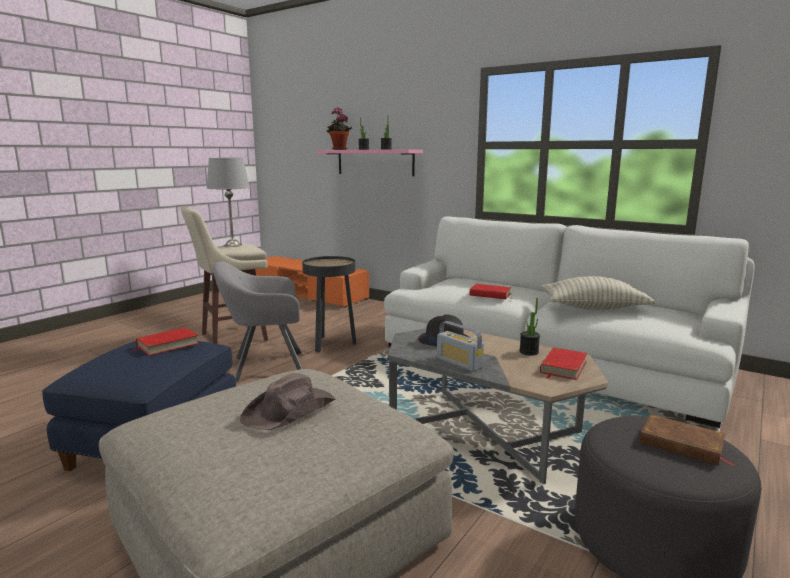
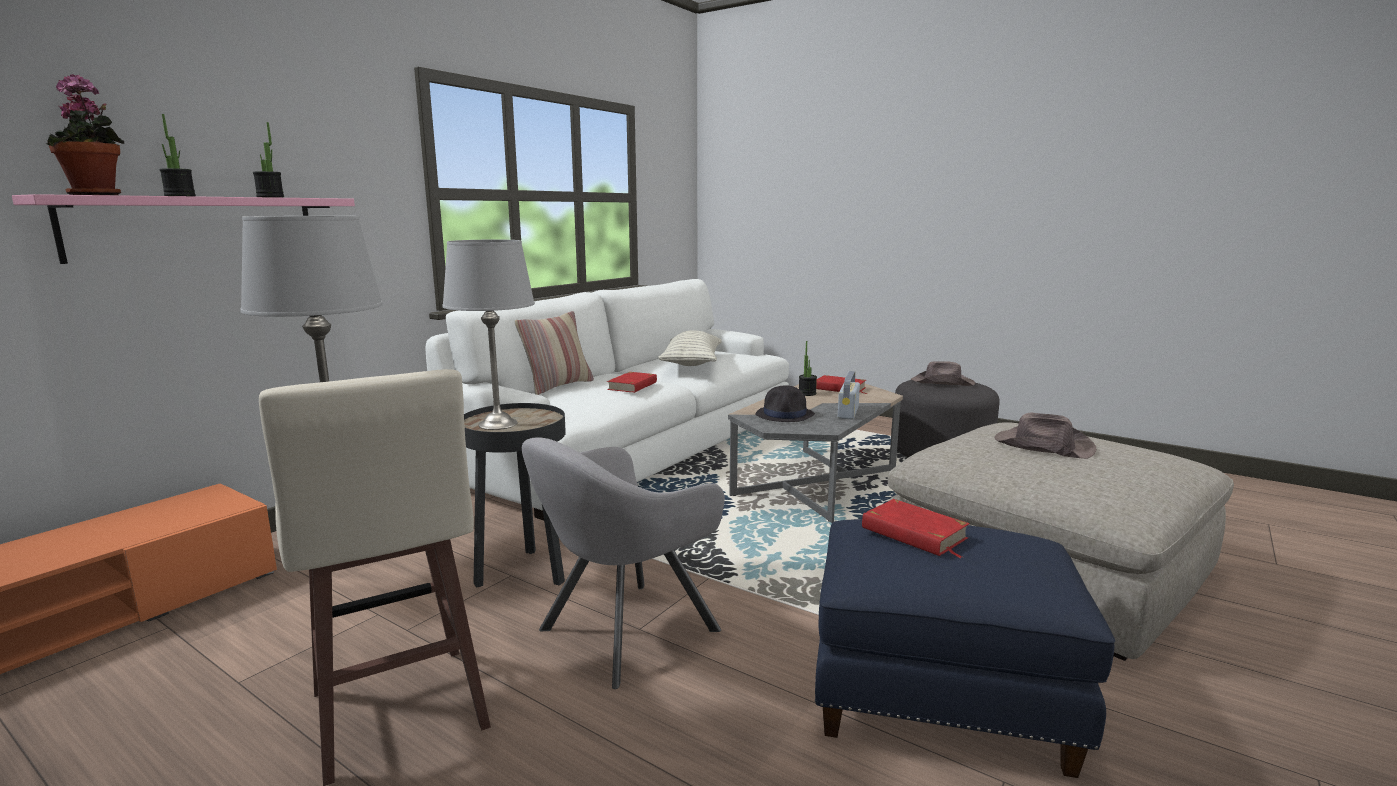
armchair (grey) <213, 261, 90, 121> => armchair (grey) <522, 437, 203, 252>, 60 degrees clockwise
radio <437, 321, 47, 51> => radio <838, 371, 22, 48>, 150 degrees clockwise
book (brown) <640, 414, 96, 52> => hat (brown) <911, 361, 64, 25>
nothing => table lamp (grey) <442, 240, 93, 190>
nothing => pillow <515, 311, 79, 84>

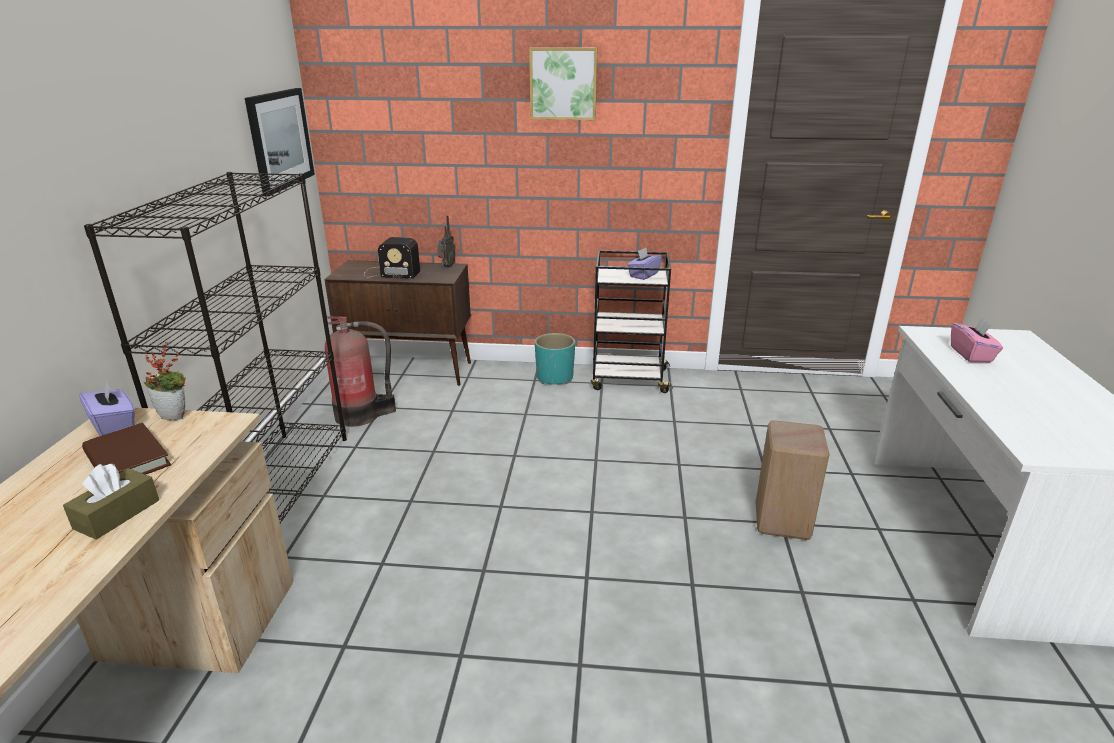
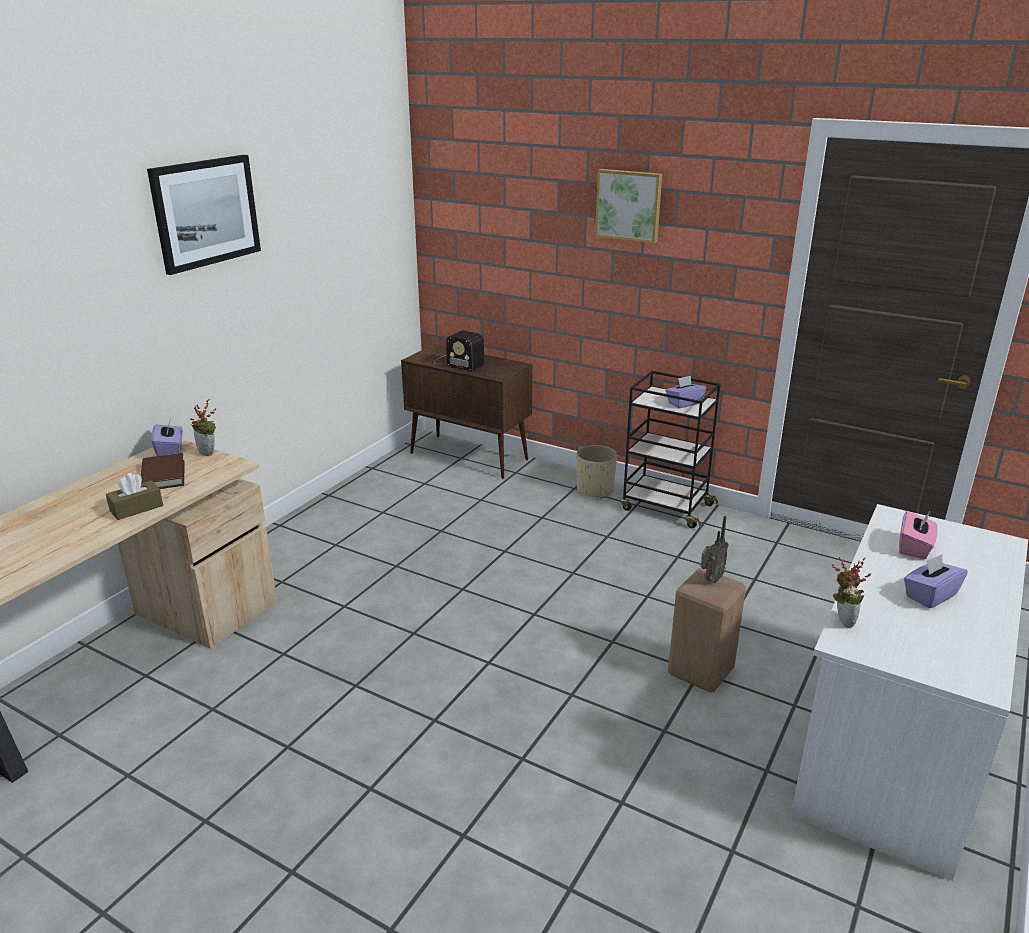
picture <245, 88, 70, 108> => picture <147, 155, 114, 120>, moved
bookcase (black) <84, 172, 263, 351> => nothing
radio <437, 215, 18, 53> => radio <701, 516, 27, 67>, moved
fire extinguisher <325, 316, 71, 111> => nothing
planter (turquoise) <535, 333, 40, 52> => planter (beige) <576, 445, 41, 54>
nothing => tissue box (purple) <904, 554, 63, 54>
nothing => potted plant <832, 557, 39, 71>

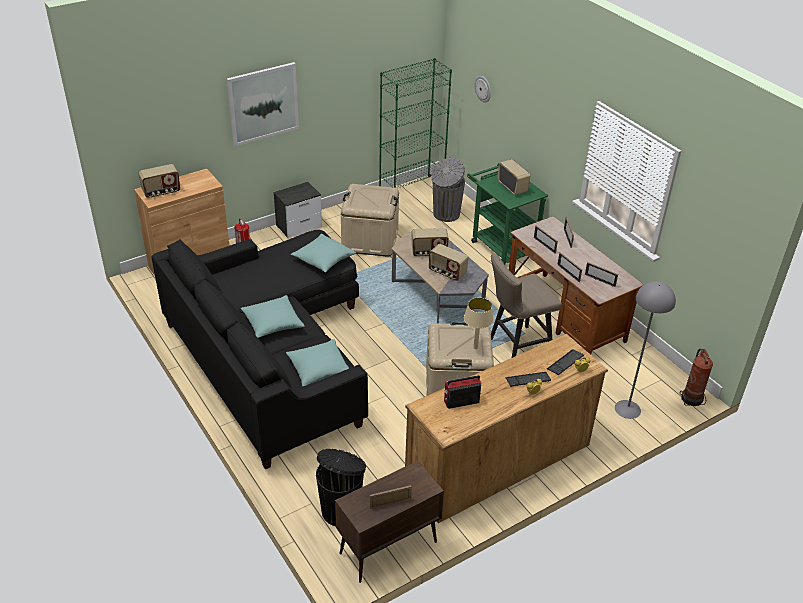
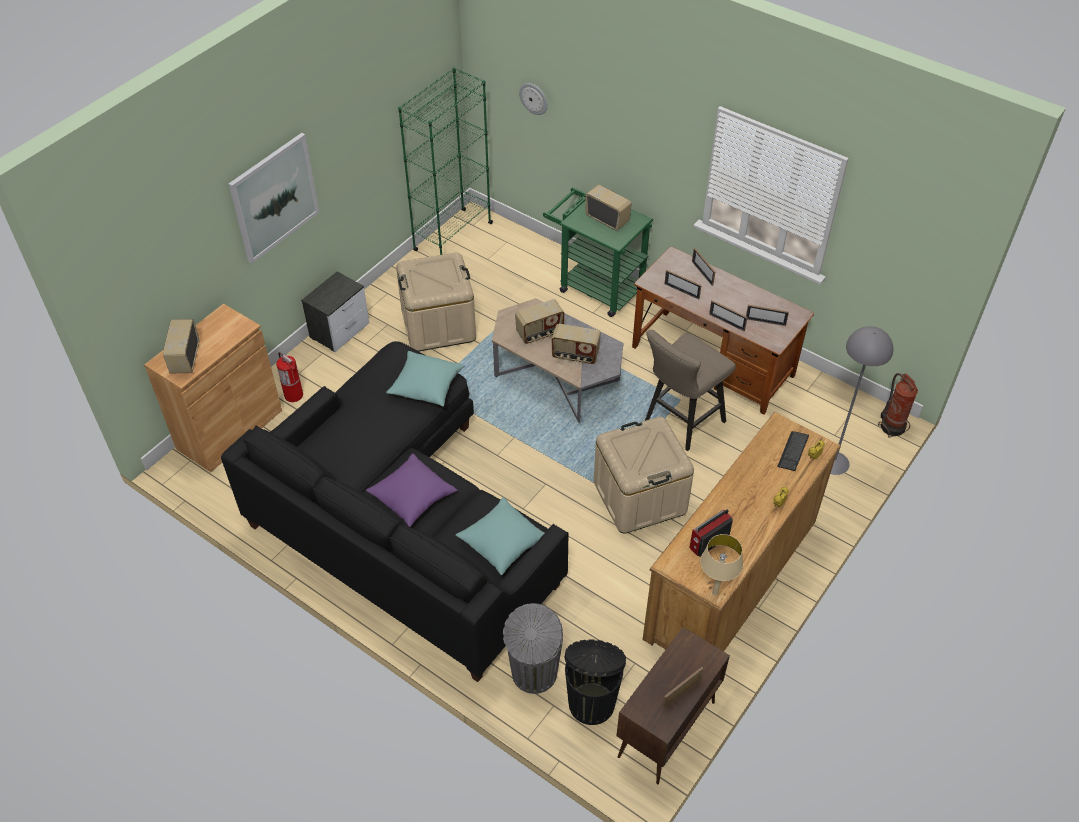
trash can (grey) <431, 158, 34, 64> => trash can (grey) <503, 603, 60, 91>, moved
radio <139, 164, 41, 34> => radio <163, 319, 36, 54>, 135 degrees clockwise
pillow (turquoise) <241, 295, 64, 43> => pillow (purple) <366, 454, 91, 73>
table lamp (beige) <464, 298, 30, 51> => table lamp (beige) <700, 534, 43, 62>, moved
keyboard <505, 372, 46, 15> => nothing

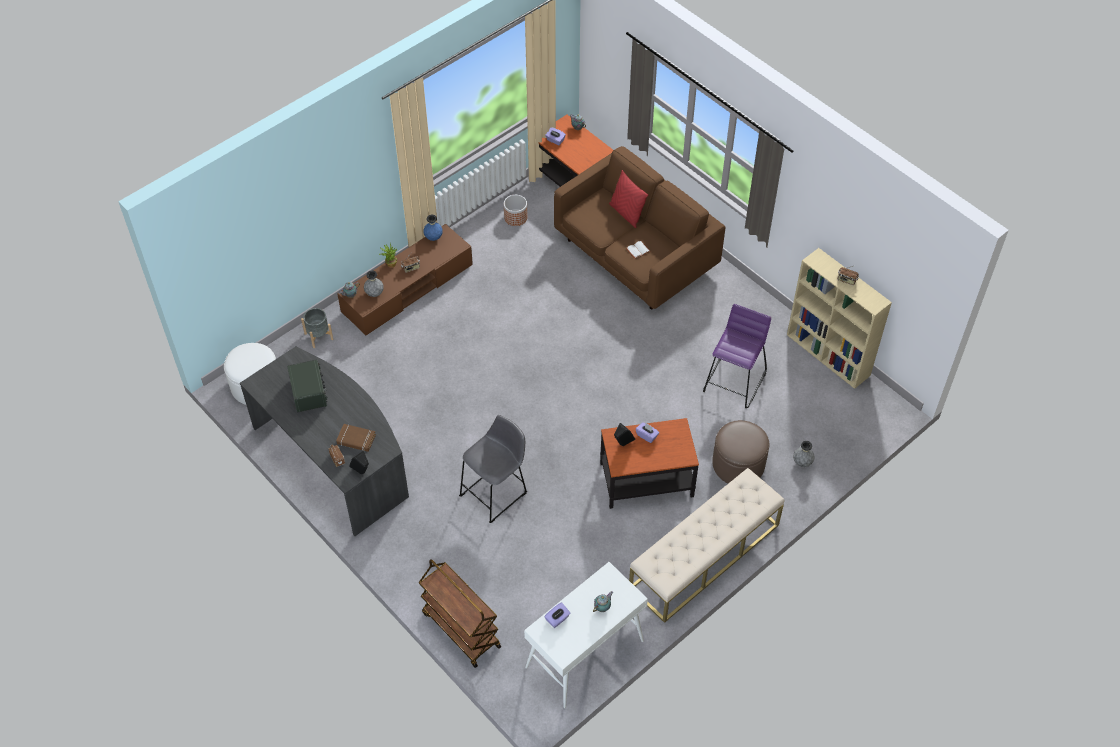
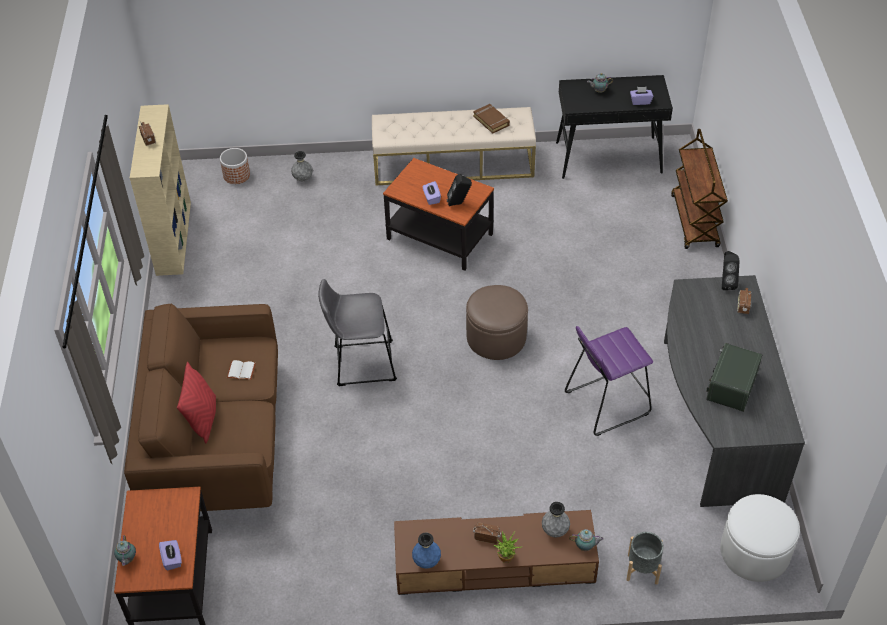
planter <504, 195, 24, 31> => planter <220, 148, 30, 36>, moved
stool (purple) <703, 304, 68, 104> => stool (purple) <565, 326, 88, 110>, moved
stool (grey) <459, 415, 68, 108> => stool (grey) <318, 279, 79, 107>, moved
ottoman (brown) <712, 420, 57, 64> => ottoman (brown) <466, 285, 62, 75>, moved
book (brown) <336, 424, 40, 28> => book (brown) <473, 104, 37, 29>, moved
console table (white) <524, 562, 124, 146> => console table (black) <556, 75, 117, 104>

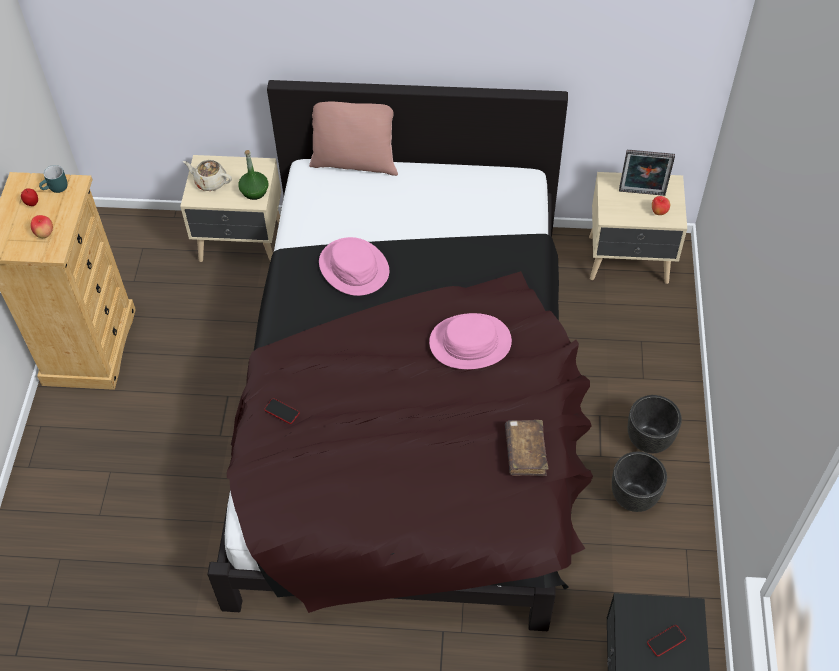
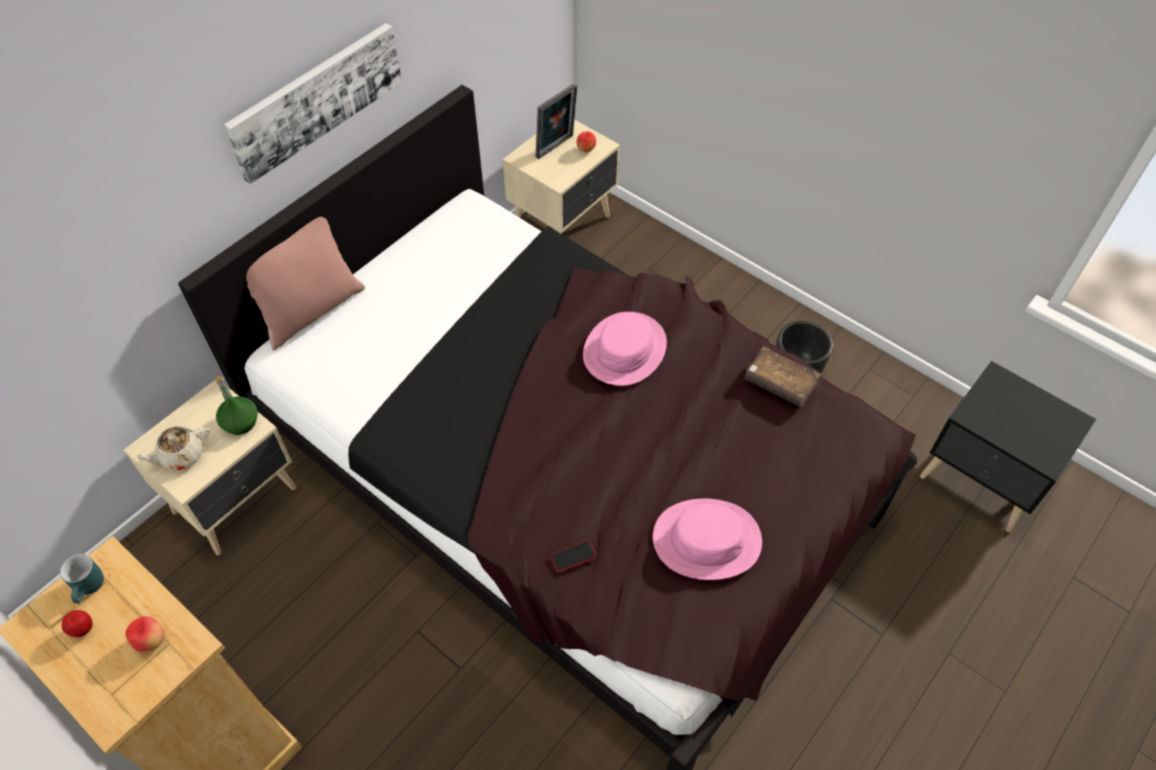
hat (pink) <319, 237, 70, 59> => hat (pink) <653, 499, 109, 81>, moved
planter (black) <628, 395, 54, 58> => nothing
phone <647, 625, 39, 32> => nothing
nothing => picture <224, 23, 178, 161>

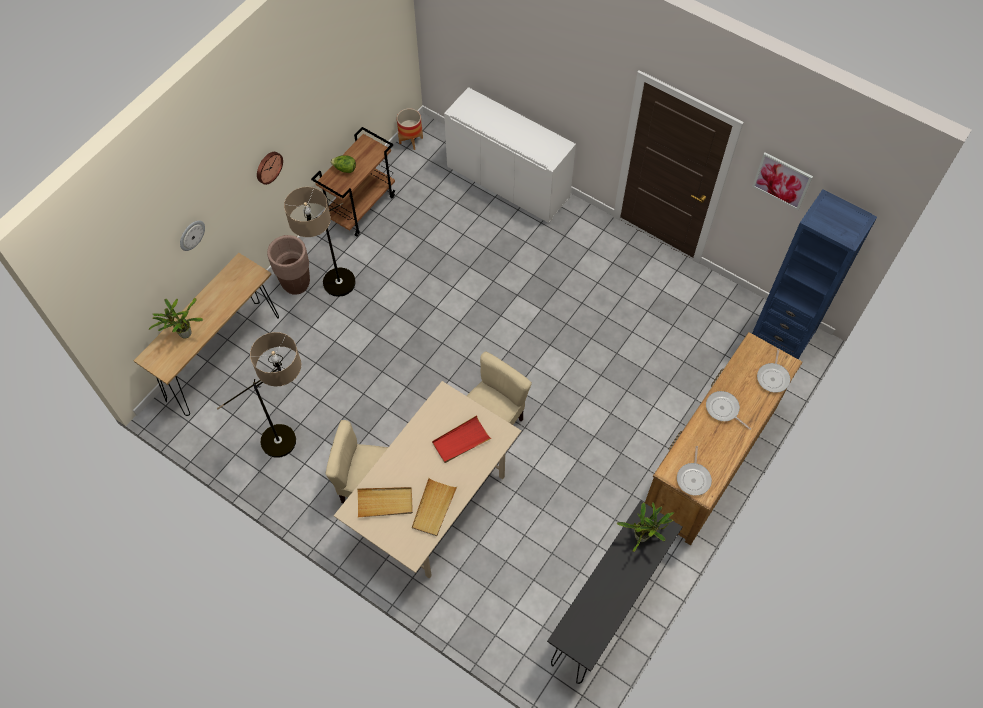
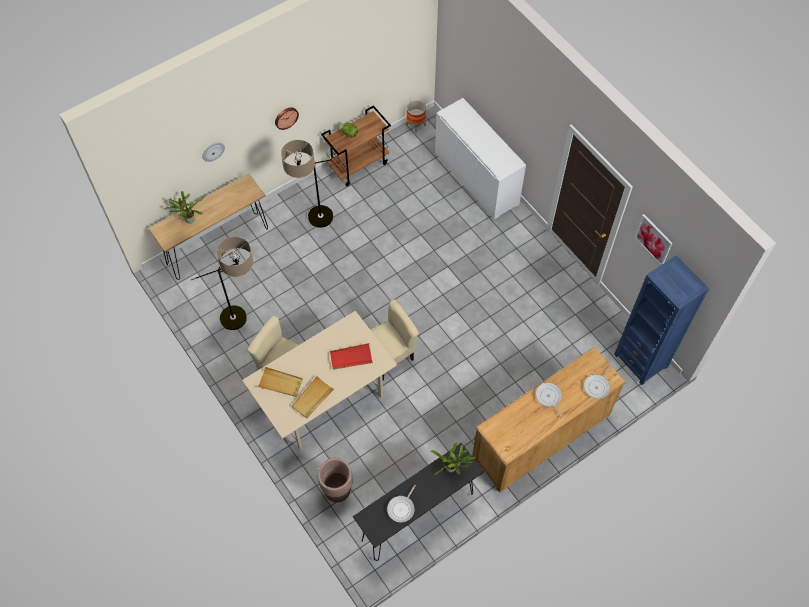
planter (brown) <267, 235, 43, 60> => planter (brown) <317, 458, 36, 45>, moved
frying pan <677, 446, 35, 50> => frying pan <387, 485, 29, 38>, moved

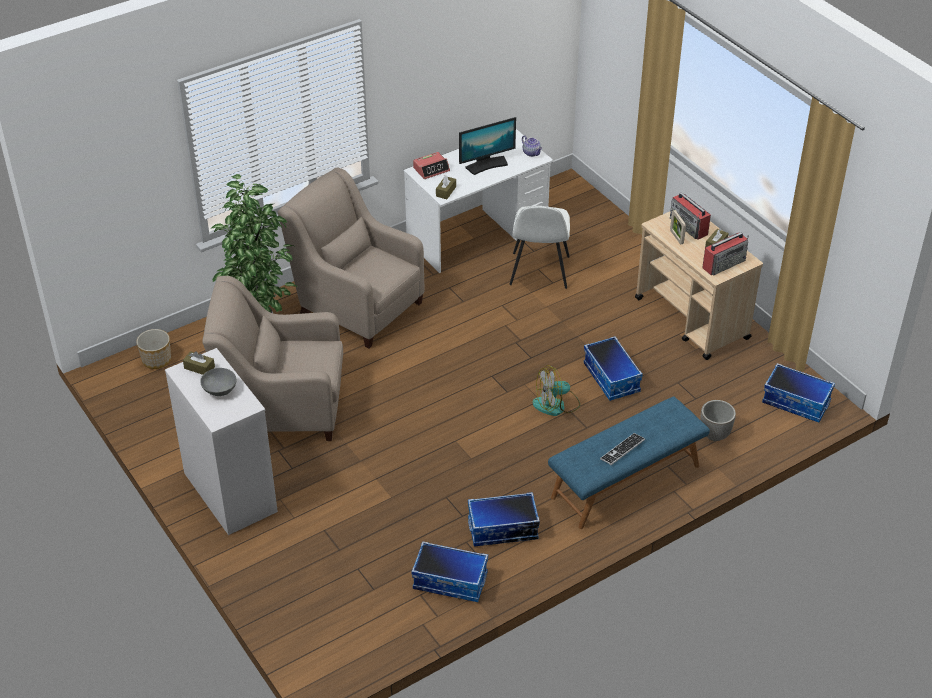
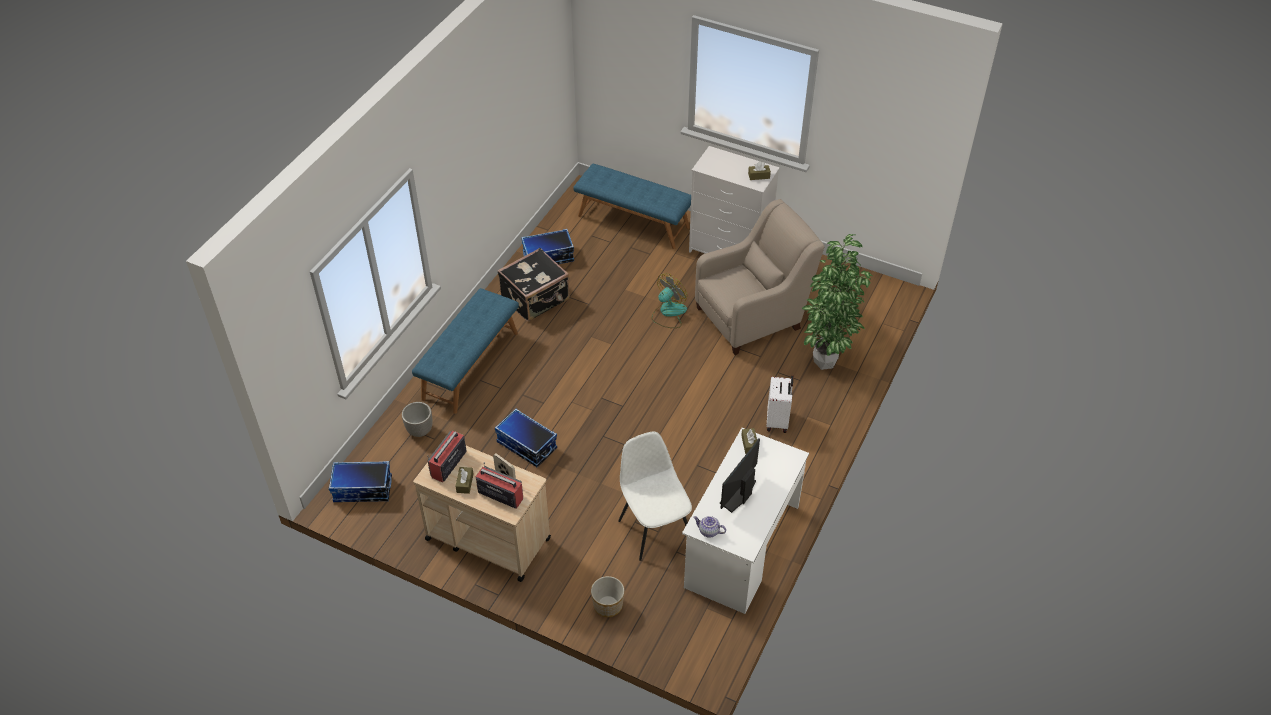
alarm clock <413, 152, 37, 27> => nothing
armchair (beige) <278, 168, 146, 181> => suitcase (white) <766, 375, 27, 58>
planter <136, 329, 35, 40> => planter <591, 576, 33, 41>, moved
fan <532, 365, 48, 51> => fan <651, 273, 36, 55>, moved
bowl (grey) <200, 368, 37, 28> => nothing
keyboard <600, 433, 45, 32> => nothing
storage box <468, 492, 72, 55> => suitcase (black) <497, 248, 73, 74>
nothing => bench (blue) <573, 163, 118, 86>

